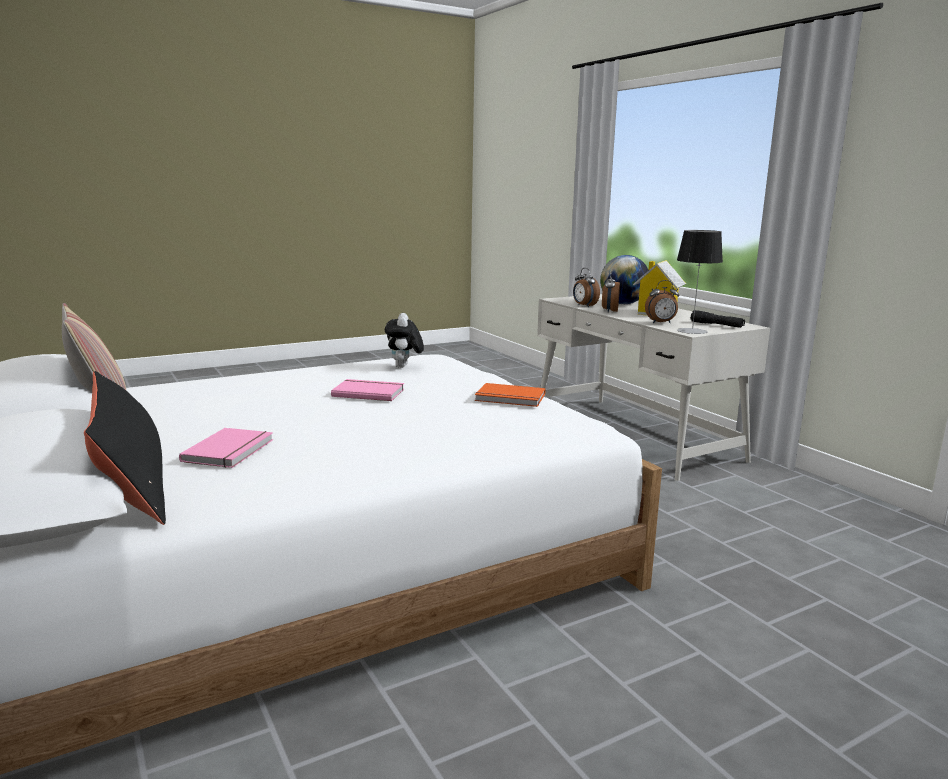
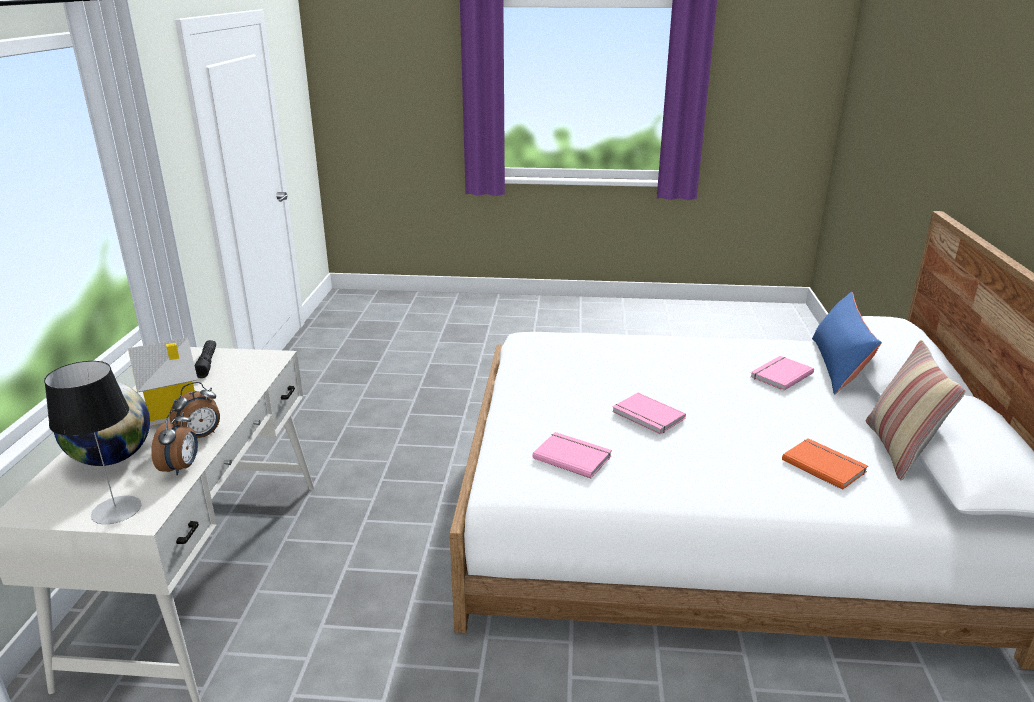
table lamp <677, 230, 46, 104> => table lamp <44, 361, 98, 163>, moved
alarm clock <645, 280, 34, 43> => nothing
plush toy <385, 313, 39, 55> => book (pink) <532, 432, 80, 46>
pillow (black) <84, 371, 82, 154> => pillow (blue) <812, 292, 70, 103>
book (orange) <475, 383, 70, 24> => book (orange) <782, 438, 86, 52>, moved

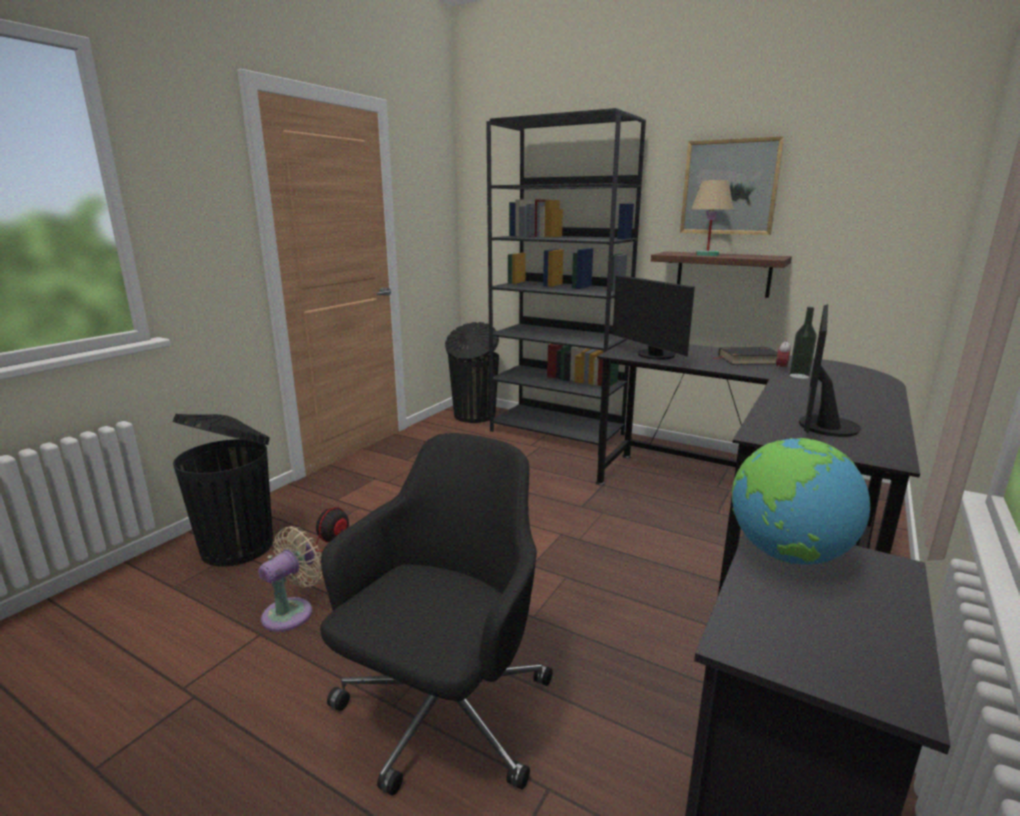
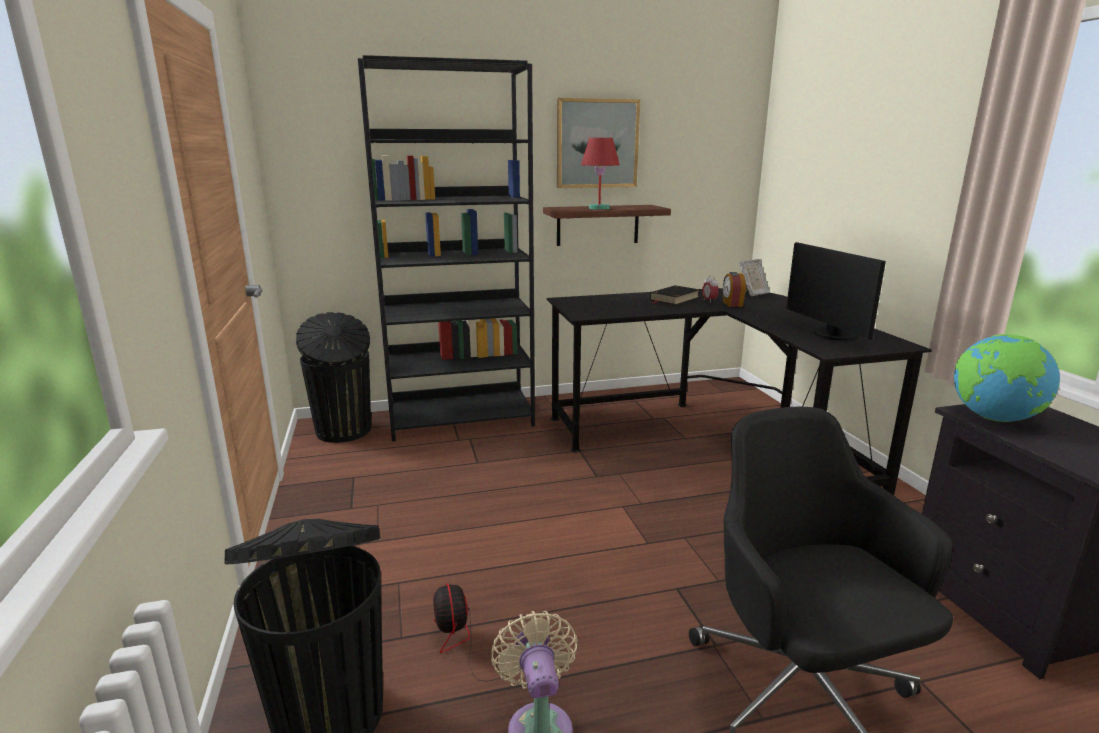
table lamp (beige) <691, 180, 43, 76> => table lamp (red) <581, 138, 39, 72>
monitor <612, 275, 83, 85> => nothing
bottle <789, 307, 28, 72> => alarm clock <723, 272, 23, 35>
nothing => picture frame <739, 259, 31, 37>

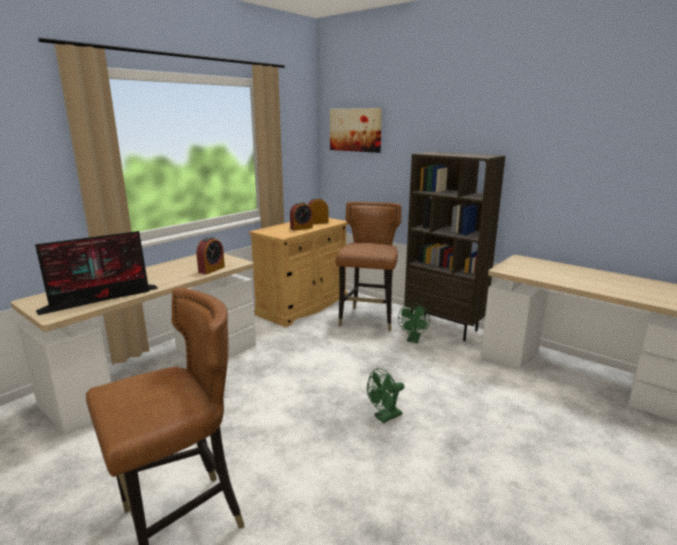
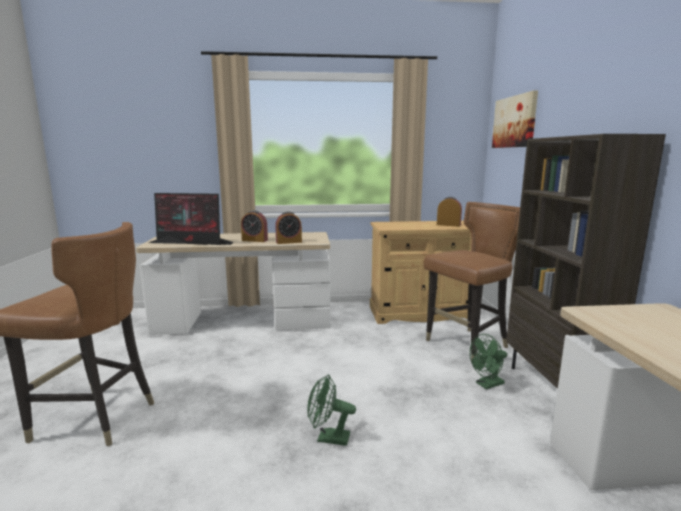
alarm clock <290, 202, 23, 29> => alarm clock <241, 210, 27, 32>, moved

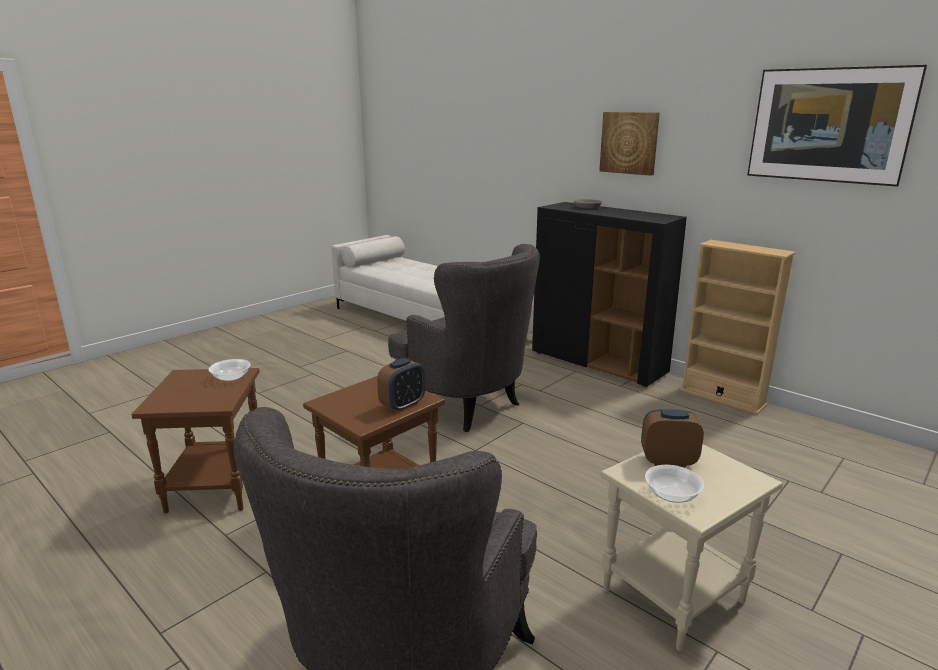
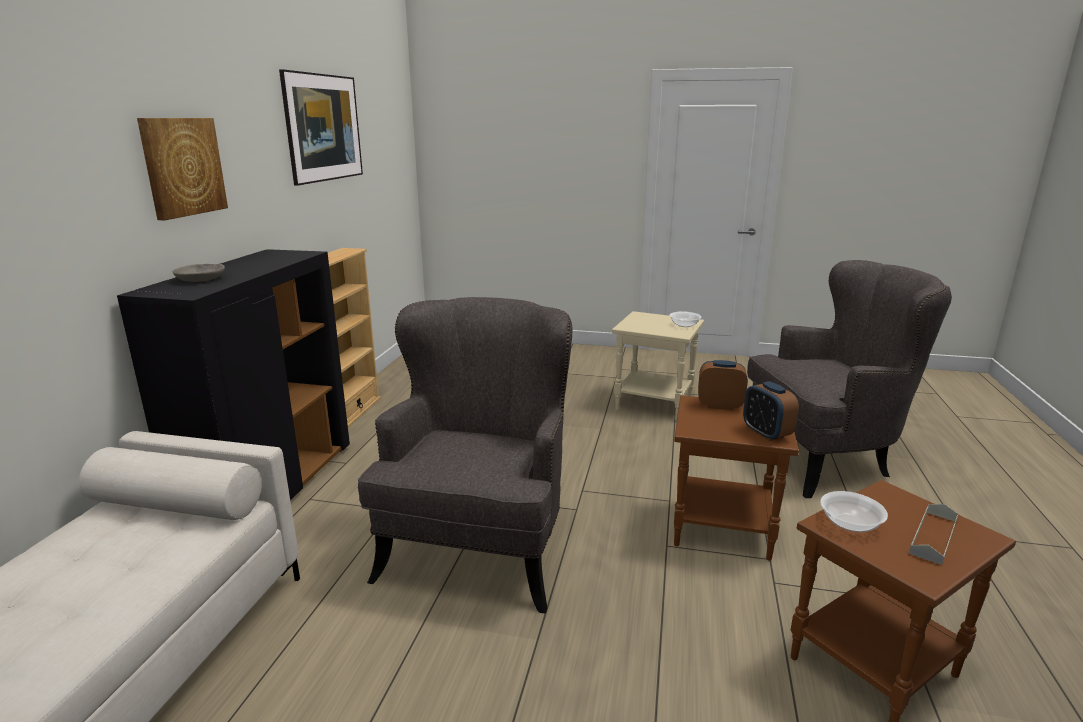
alarm clock <641, 409, 63, 58> => alarm clock <743, 381, 56, 60>, moved
nothing => tray (grey) <909, 504, 49, 61>

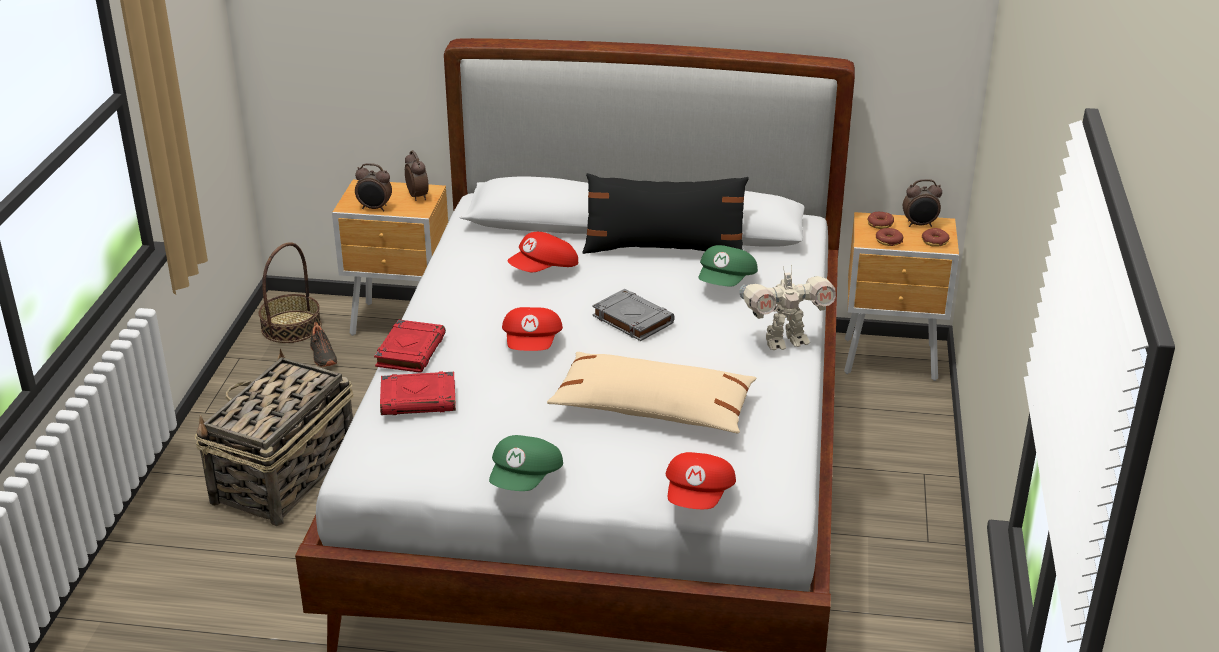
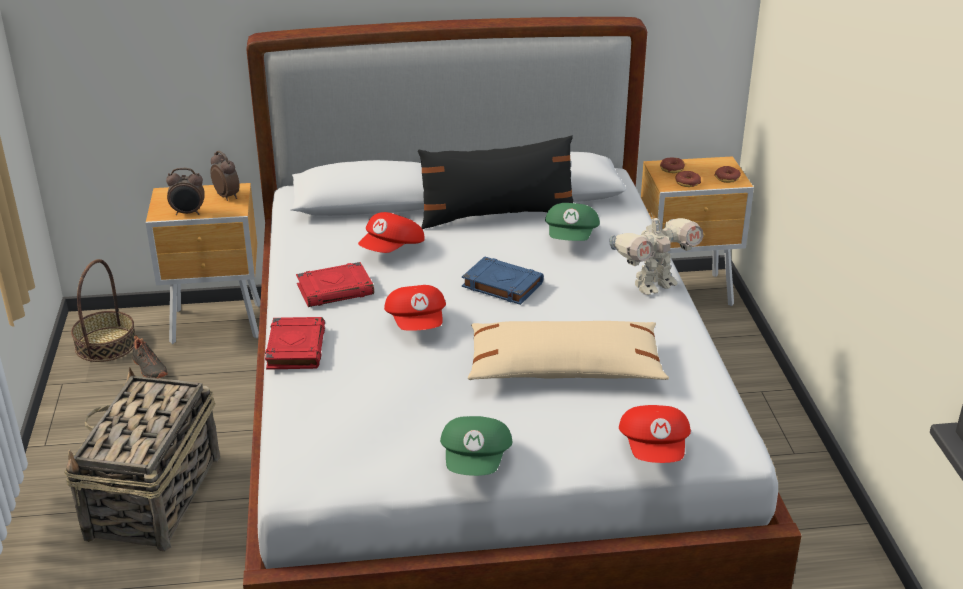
alarm clock <903, 179, 39, 48> => nothing
book (grey) <592, 289, 83, 52> => book (blue) <462, 256, 82, 49>
book (red) <380, 371, 76, 44> => book (red) <296, 262, 78, 45>, moved

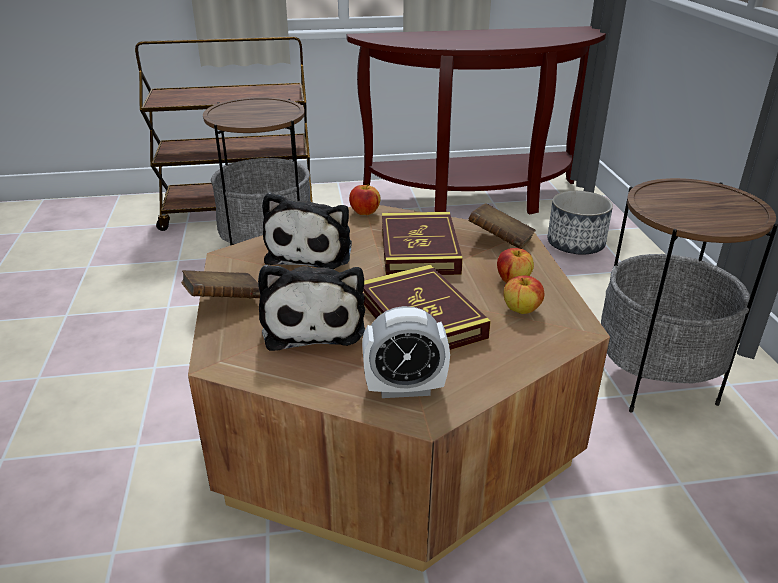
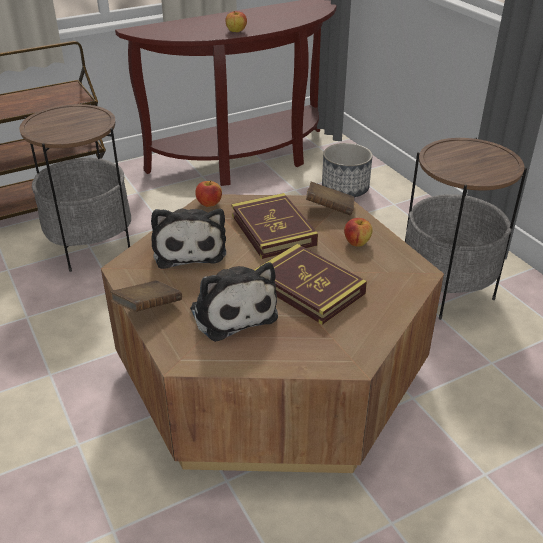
apple <503, 275, 41, 39> => apple <225, 11, 22, 21>, moved
alarm clock <362, 306, 88, 92> => nothing

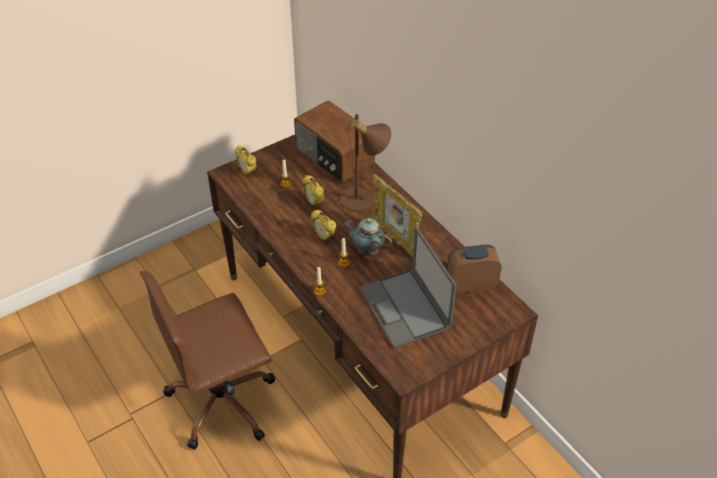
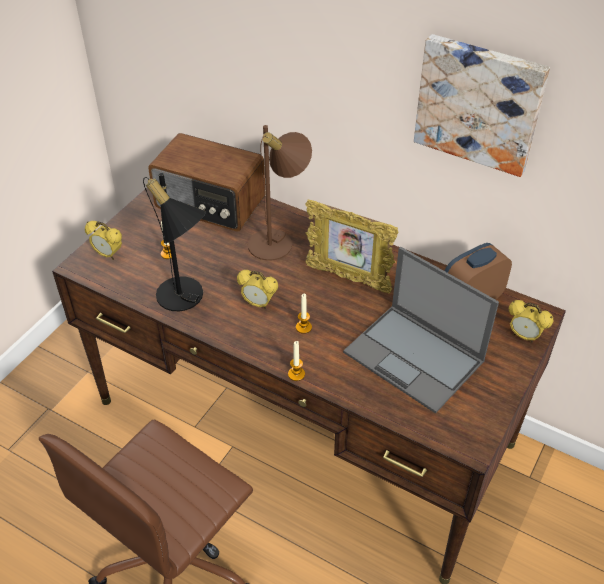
alarm clock <303, 175, 21, 33> => alarm clock <509, 300, 44, 43>, moved
teapot <343, 218, 49, 38> => nothing
nothing => picture <414, 34, 136, 143>
nothing => table lamp (black) <143, 173, 63, 138>

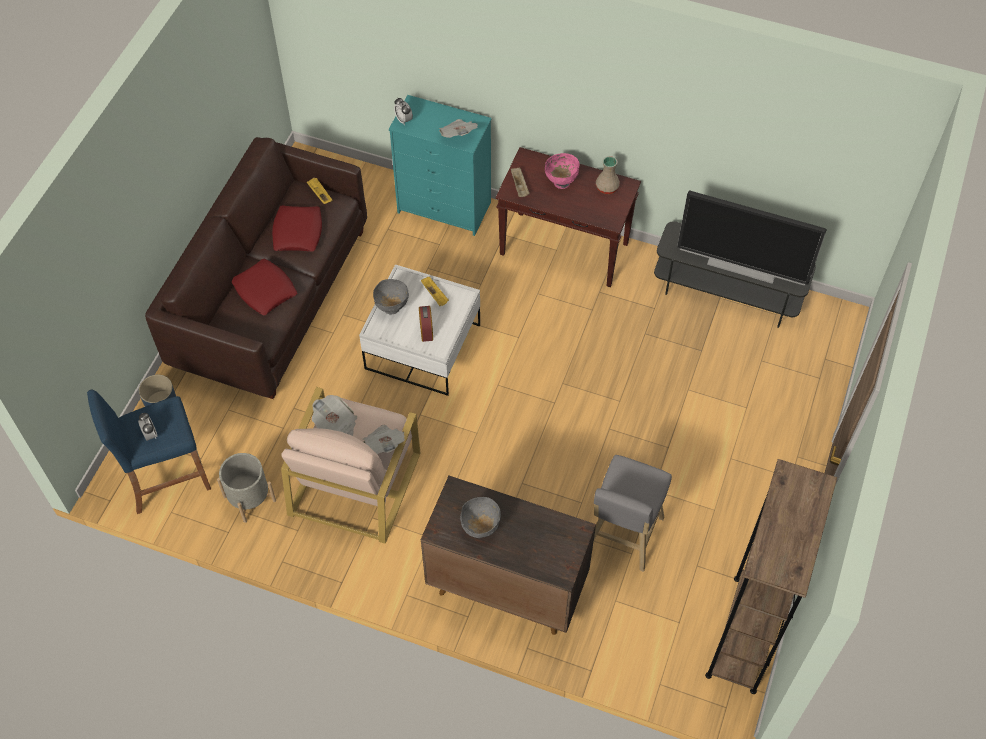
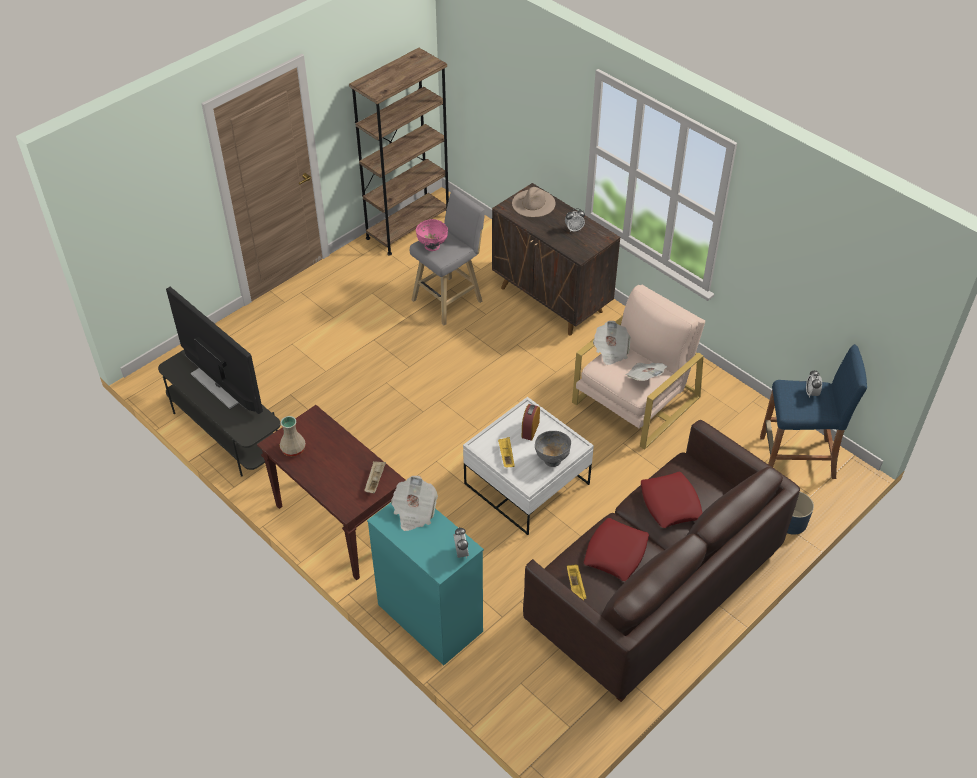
bowl (pink) <545, 153, 34, 36> => bowl (pink) <416, 219, 32, 32>, moved
planter (grey) <217, 453, 59, 70> => nothing
bowl (grey) <460, 497, 41, 41> => alarm clock <565, 209, 20, 23>
nothing => hat (beige) <512, 187, 43, 30>

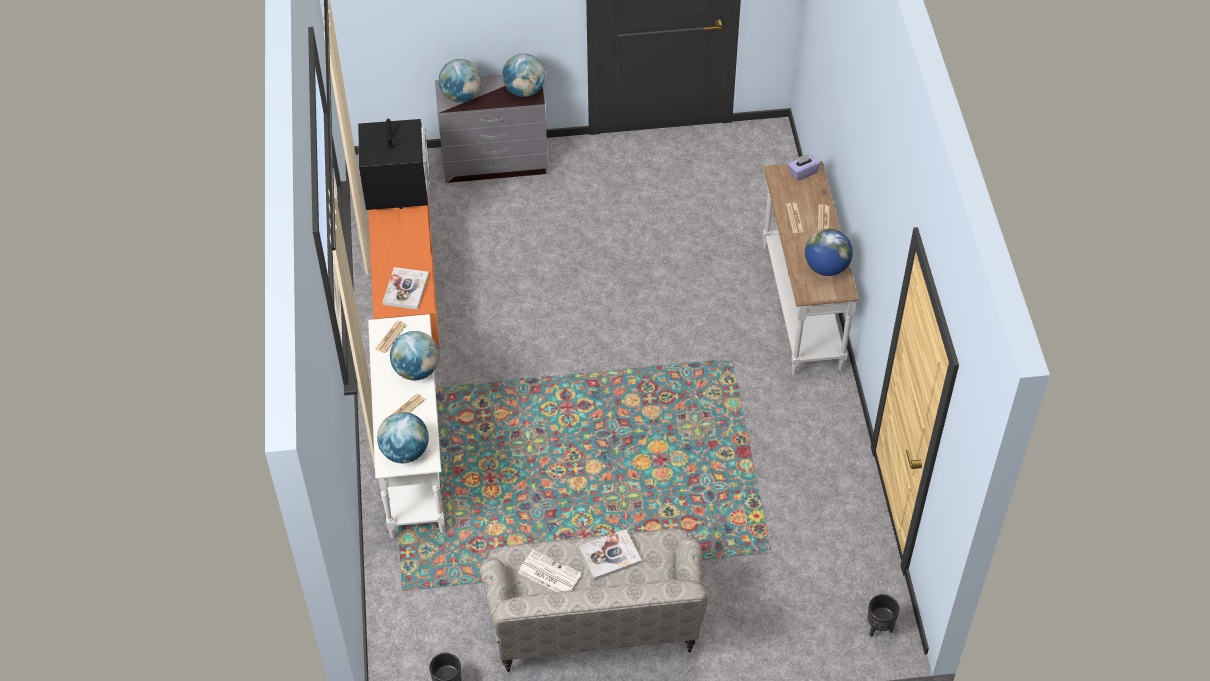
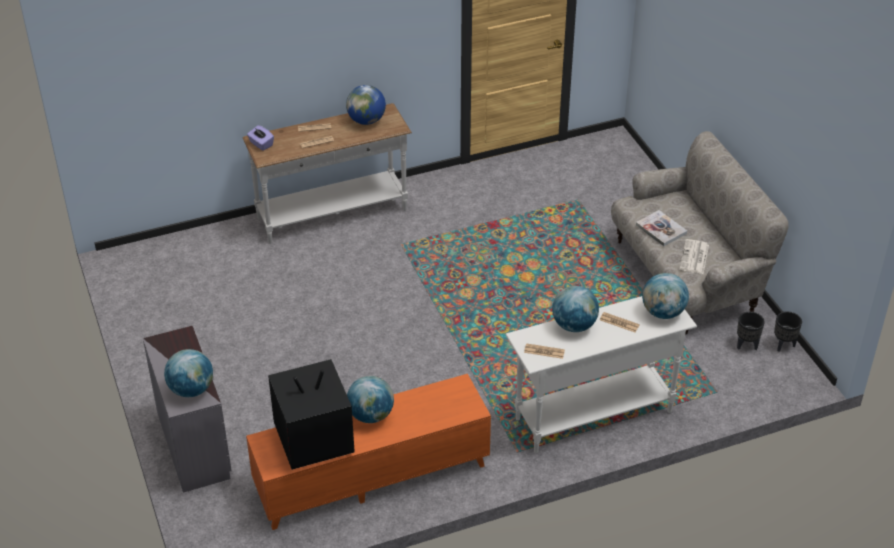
globe <502, 53, 43, 44> => globe <347, 376, 47, 47>, moved
book <383, 267, 46, 43> => nothing
planter (black) <867, 594, 33, 43> => planter (black) <737, 312, 28, 38>, moved

